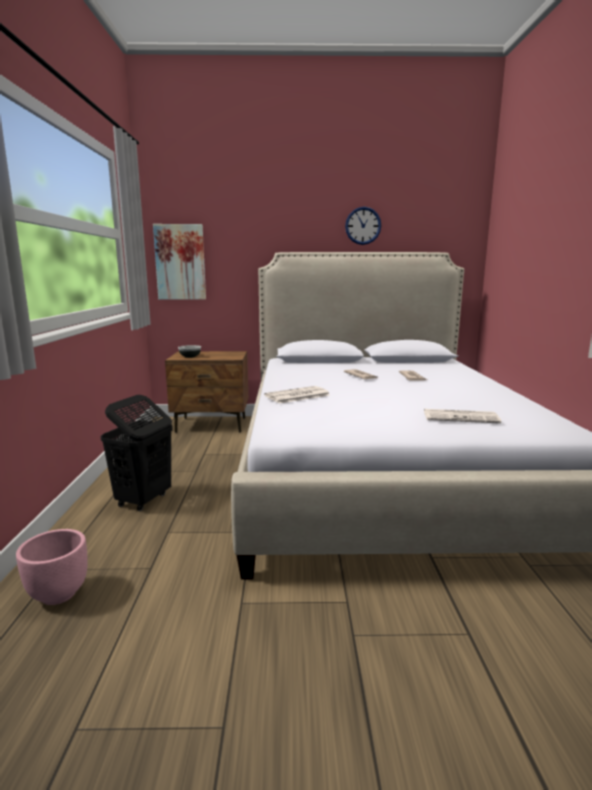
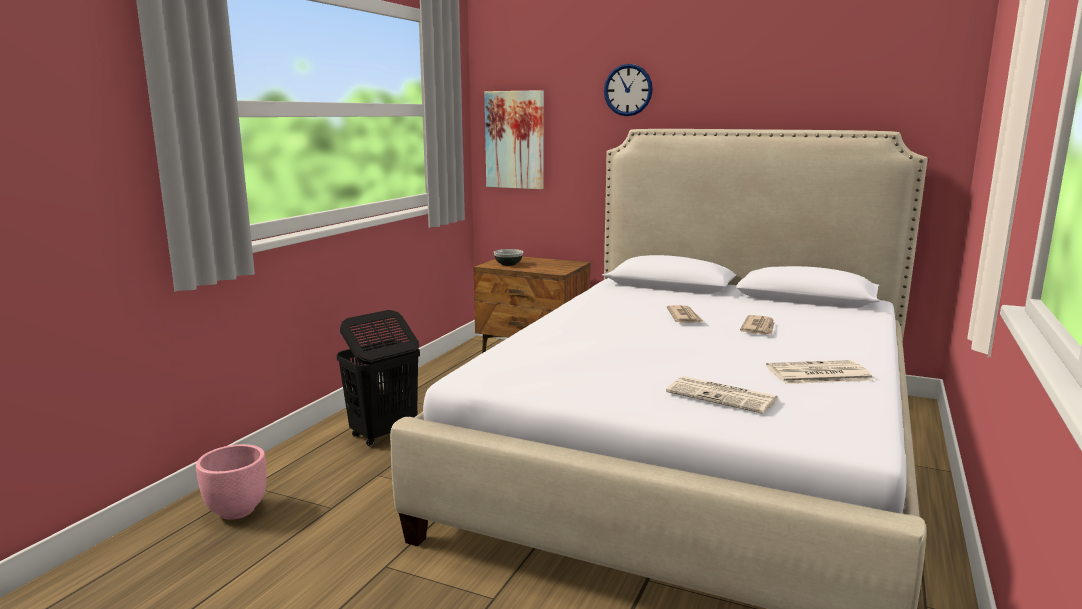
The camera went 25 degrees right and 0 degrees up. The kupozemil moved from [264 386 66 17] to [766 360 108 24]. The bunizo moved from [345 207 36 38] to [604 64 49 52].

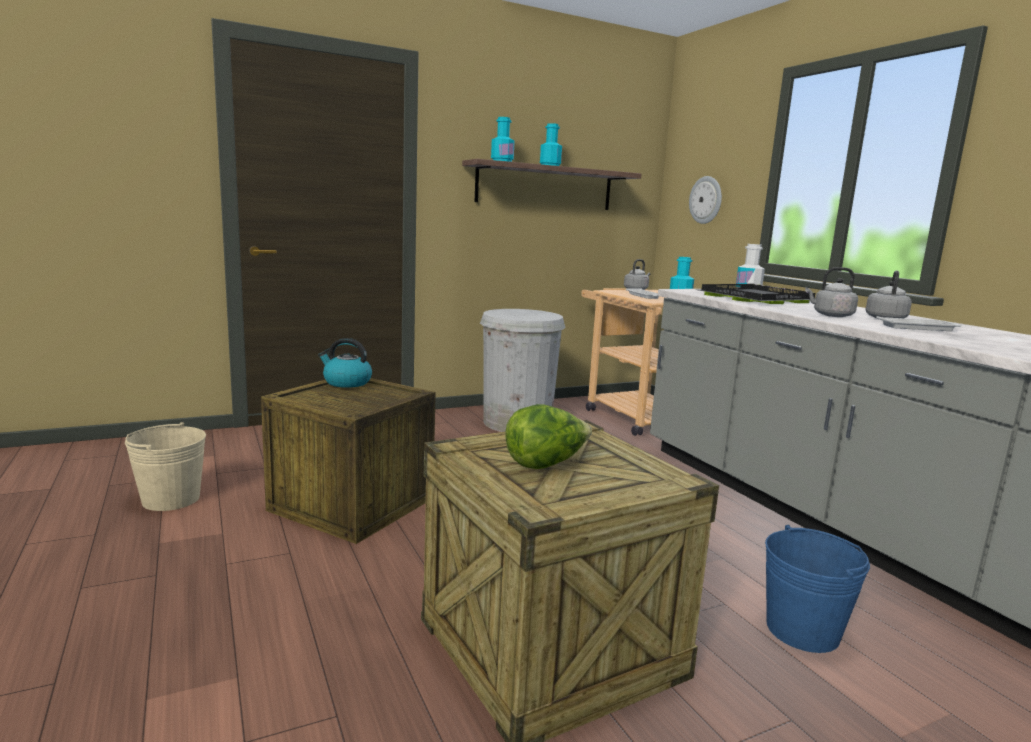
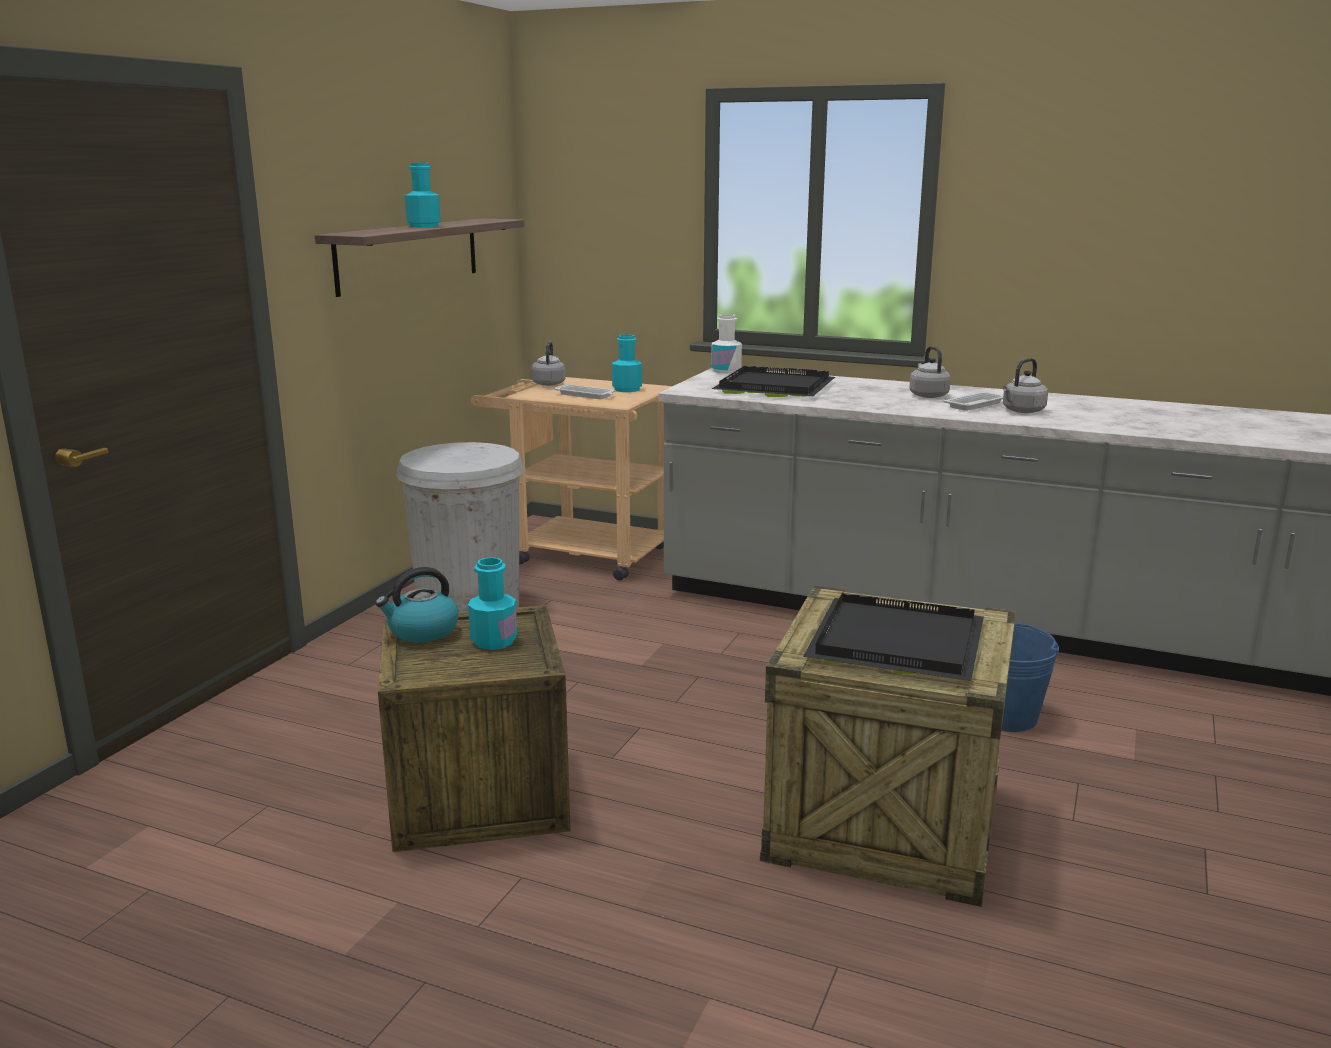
The camera went 40 degrees left and 5 degrees up. The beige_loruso at [125 422 81 89] disappeared. The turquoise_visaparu moved from [491 117 24 45] to [468 557 49 93]. The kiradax at [505 404 87 65] was replaced by the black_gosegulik at [803 593 181 88]. The bunizo at [689 176 33 48] disappeared. The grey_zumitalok moved from [805 267 53 50] to [1002 358 46 55].

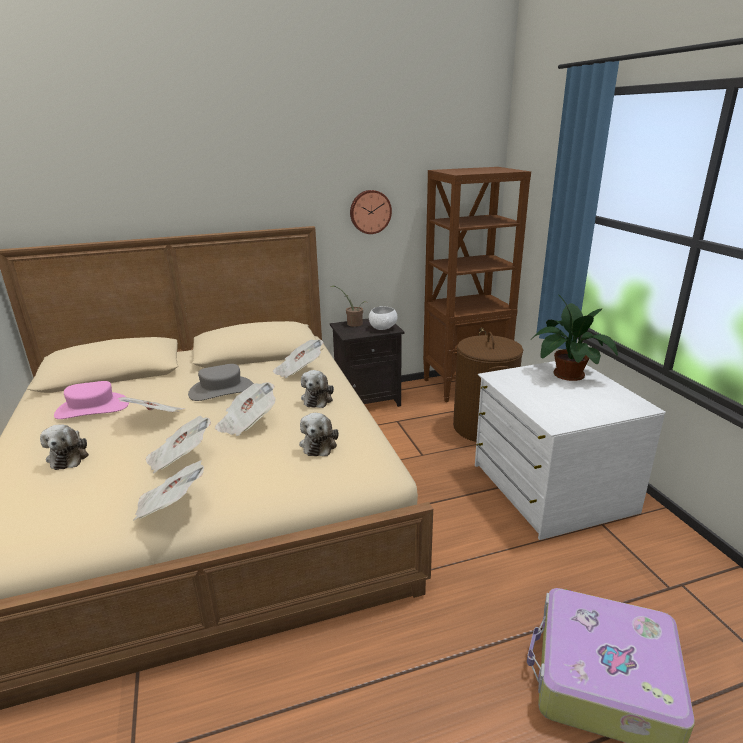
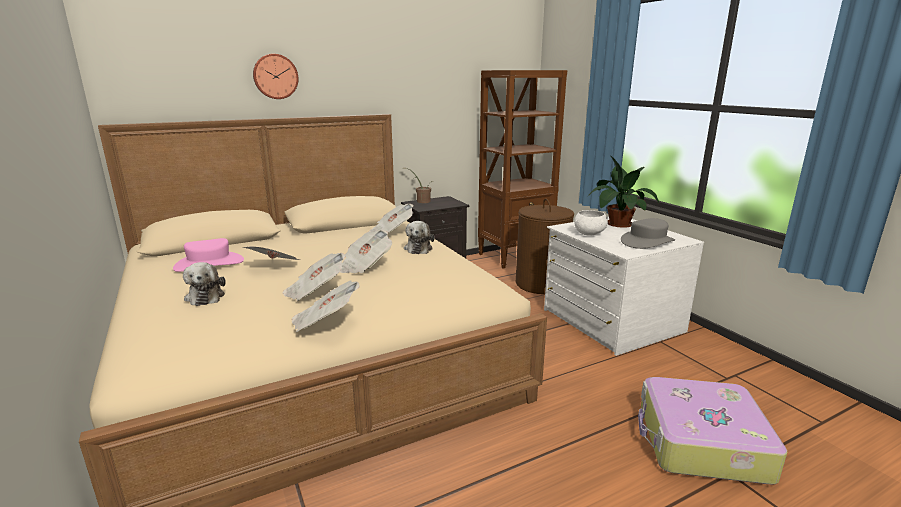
The camera went 10 degrees left and 5 degrees down. The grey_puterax moved from [188 364 66 37] to [621 218 55 31]. The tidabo at [299 413 40 43] disappeared. The bunizo moved from [350 190 42 44] to [253 54 46 45]. The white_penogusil moved from [369 306 29 24] to [574 210 34 26].

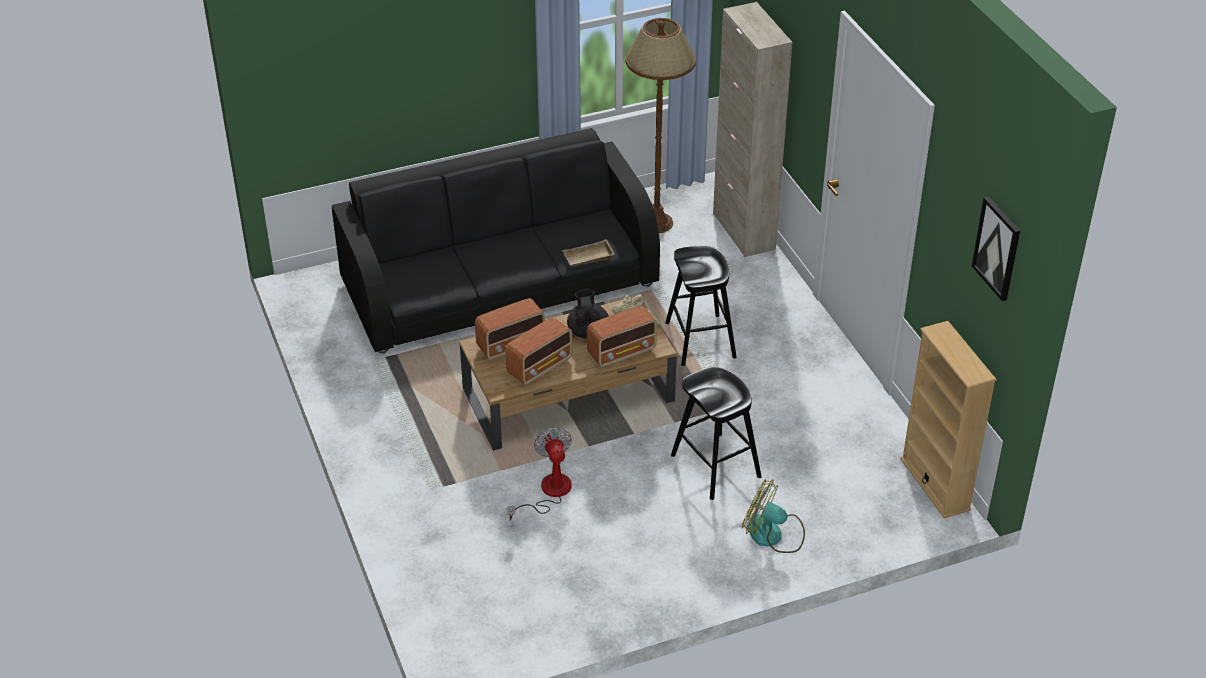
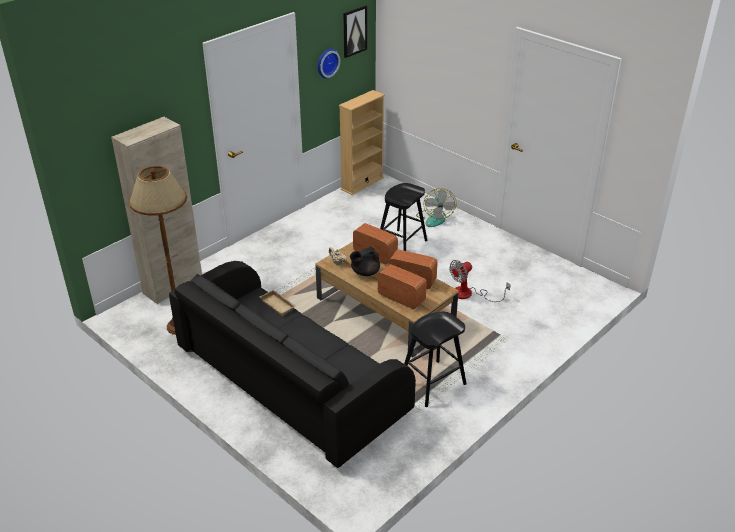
The camera went 115 degrees left and 5 degrees down. The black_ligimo moved from [665 245 72 121] to [404 312 62 95]. The bunizo at [318 49 22 29] appeared.

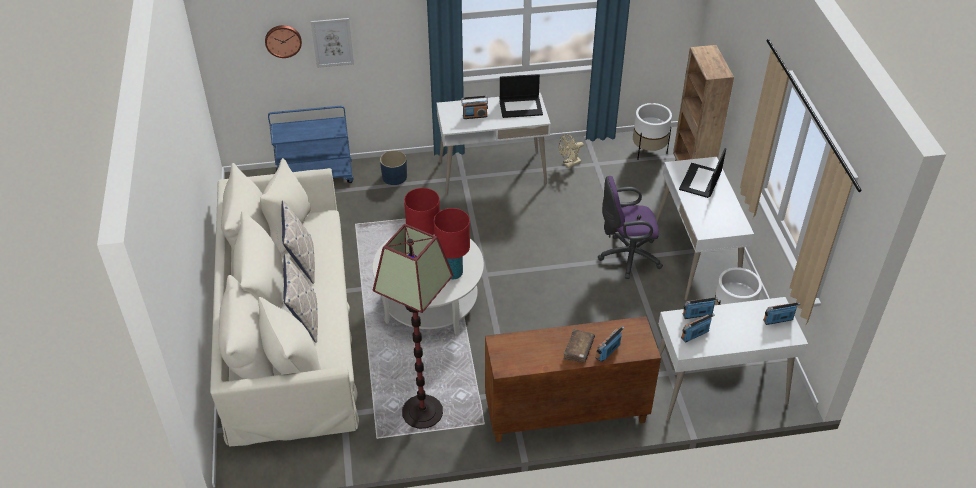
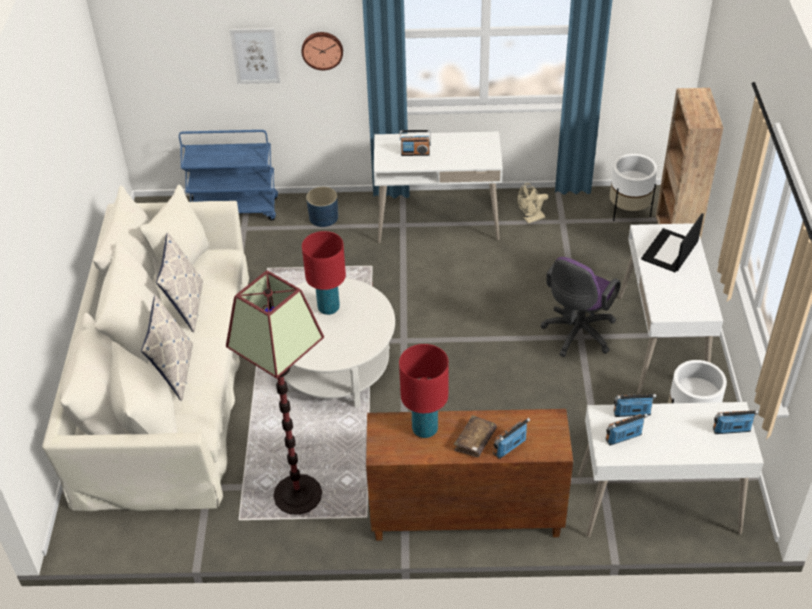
The camera went 10 degrees right and 0 degrees up. The bunizo moved from [265 25 37 33] to [302 32 41 38]. The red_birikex moved from [434 208 36 71] to [399 344 50 94]. The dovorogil at [499 74 44 44] disappeared. The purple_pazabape at [598 176 65 103] turned 60 degrees counterclockwise.

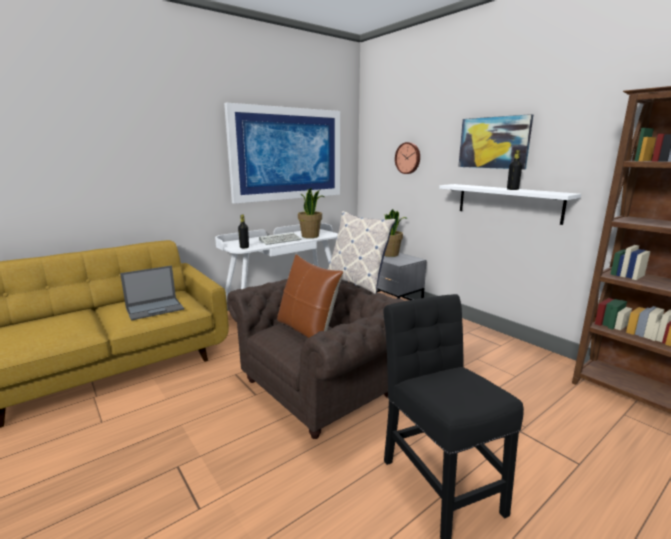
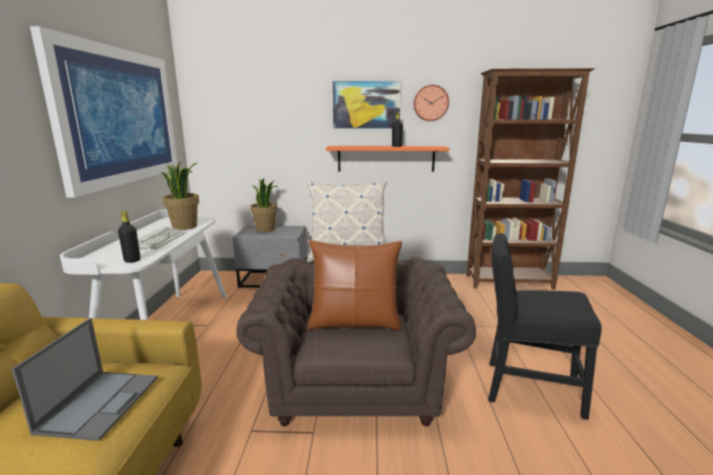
The camera went 50 degrees left and 0 degrees up. The bunizo moved from [395 142 25 32] to [414 85 35 36]. The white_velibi at [439 184 142 41] became the orange_velibi at [326 146 123 26].

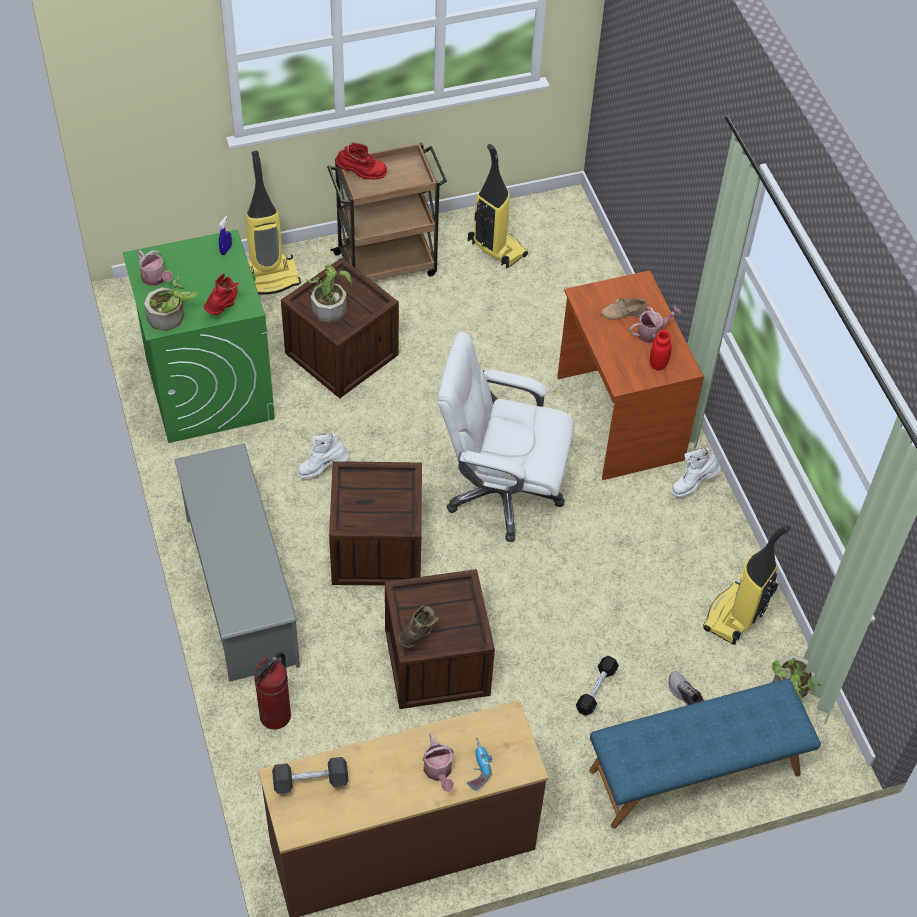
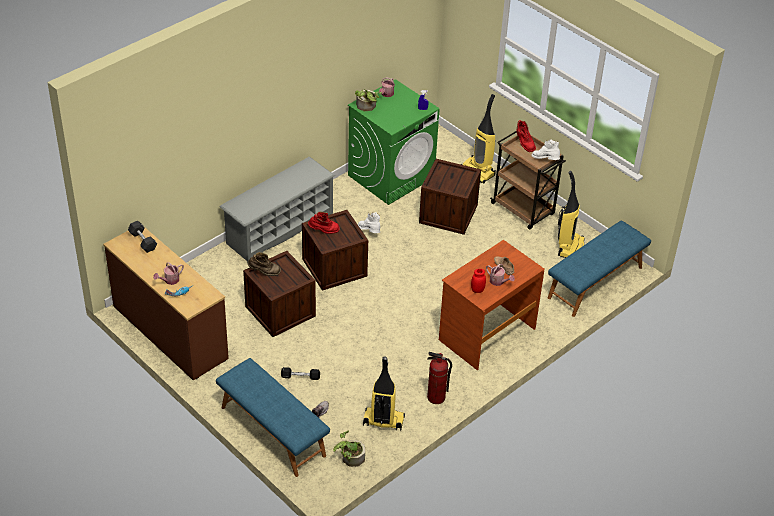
The camera went 65 degrees right and 10 degrees down. The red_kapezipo moved from [204 273 36 42] to [308 211 32 23]. The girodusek moved from [254 652 37 78] to [427 352 25 52]. The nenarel at [306 265 46 58] disappeared. The white_pazabape at [438 332 137 210] disappeared. The white_kapezipo moved from [671 447 50 51] to [531 140 29 20]. The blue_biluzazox at [548 221 103 96] appeared.

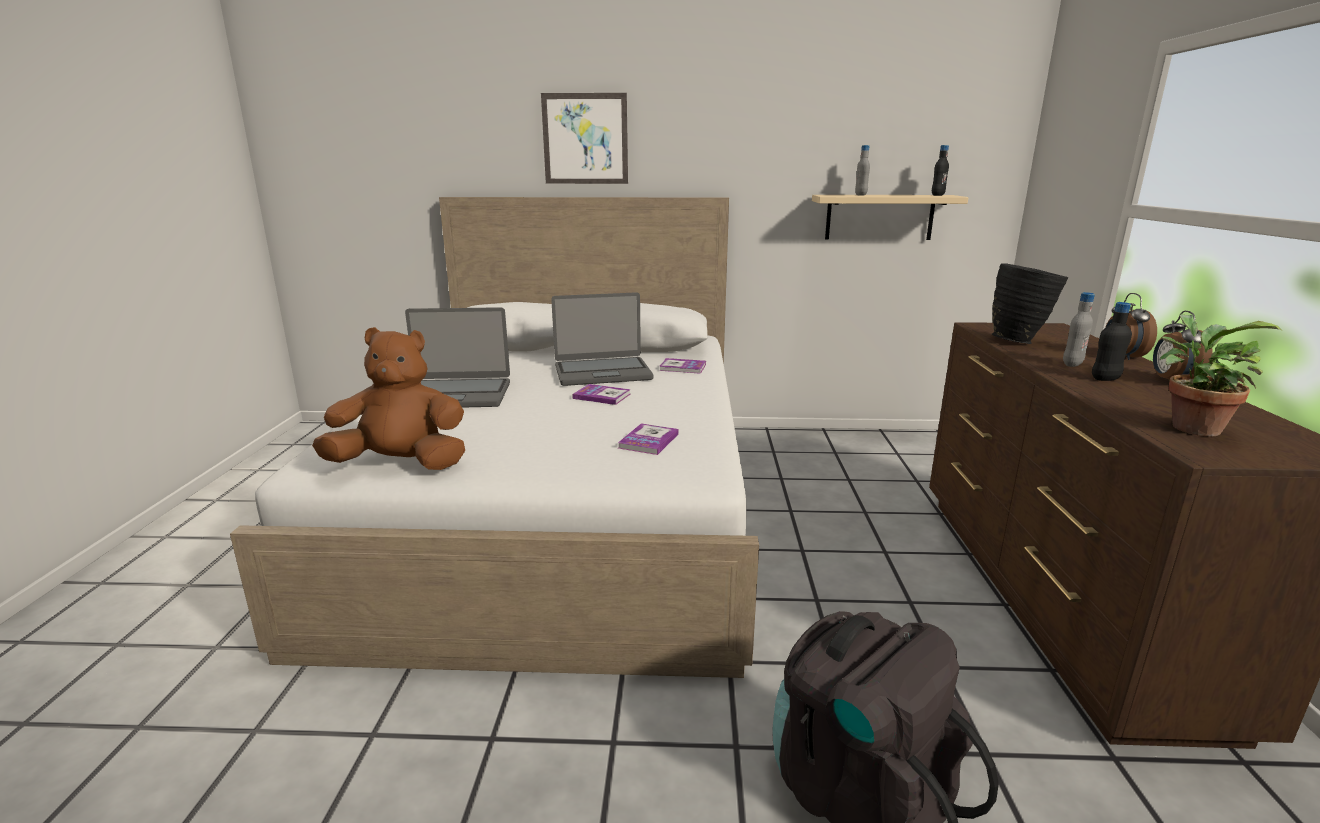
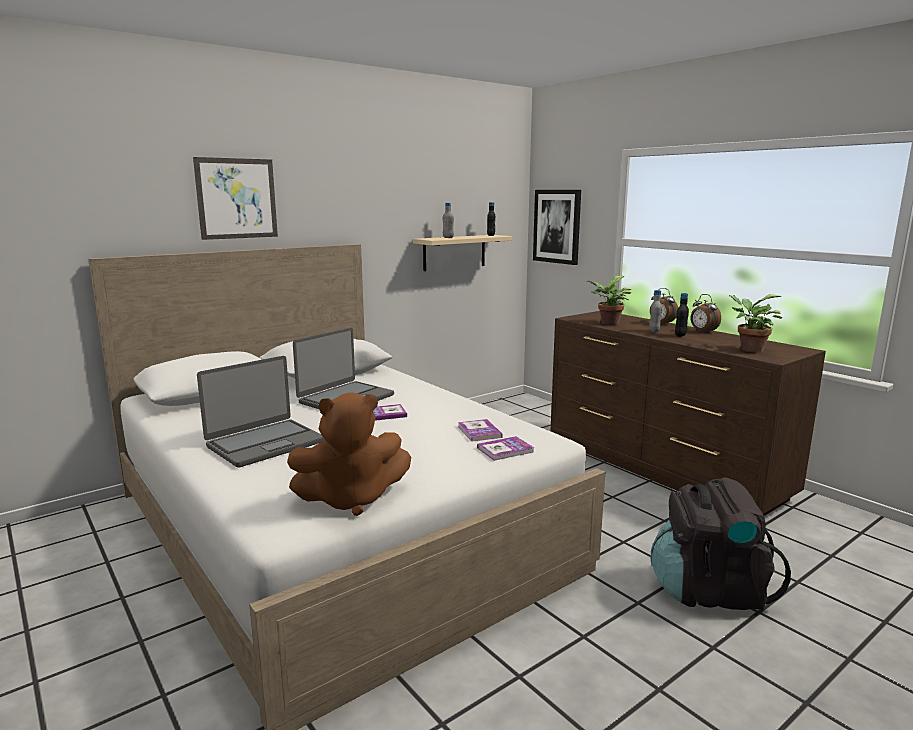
The camera went 40 degrees left and 5 degrees down. The brown_tidabo at [312 327 153 143] turned 150 degrees counterclockwise. The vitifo moved from [659 358 47 16] to [477 436 57 25]. The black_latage at [992 263 76 81] was replaced by the nenarel at [586 276 45 49]. The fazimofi at [533 190 48 75] appeared.

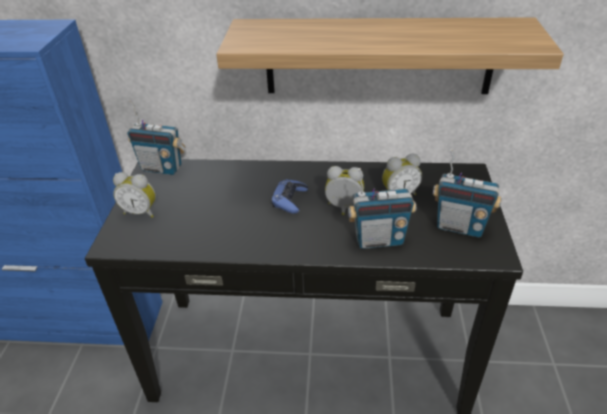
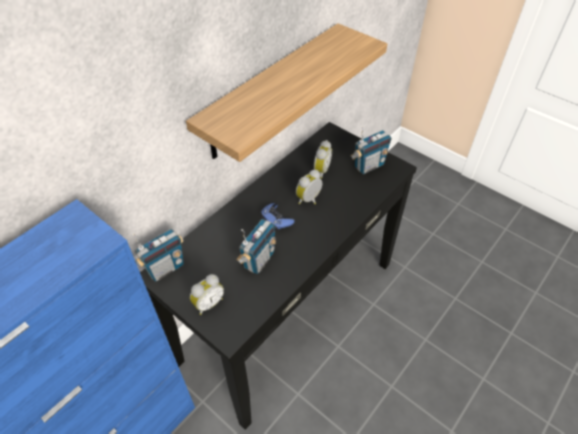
The camera went 55 degrees left and 10 degrees up. The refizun moved from [348 168 68 81] to [237 219 39 55].

